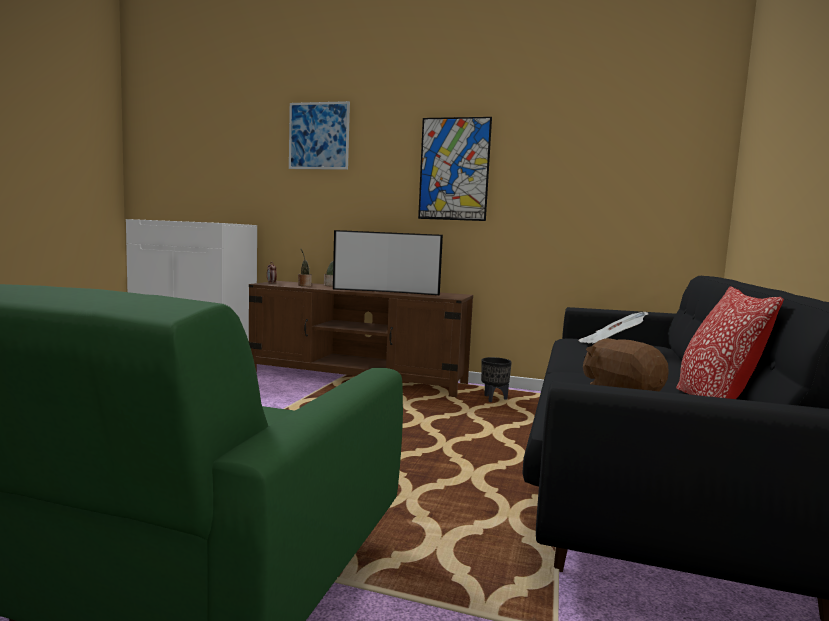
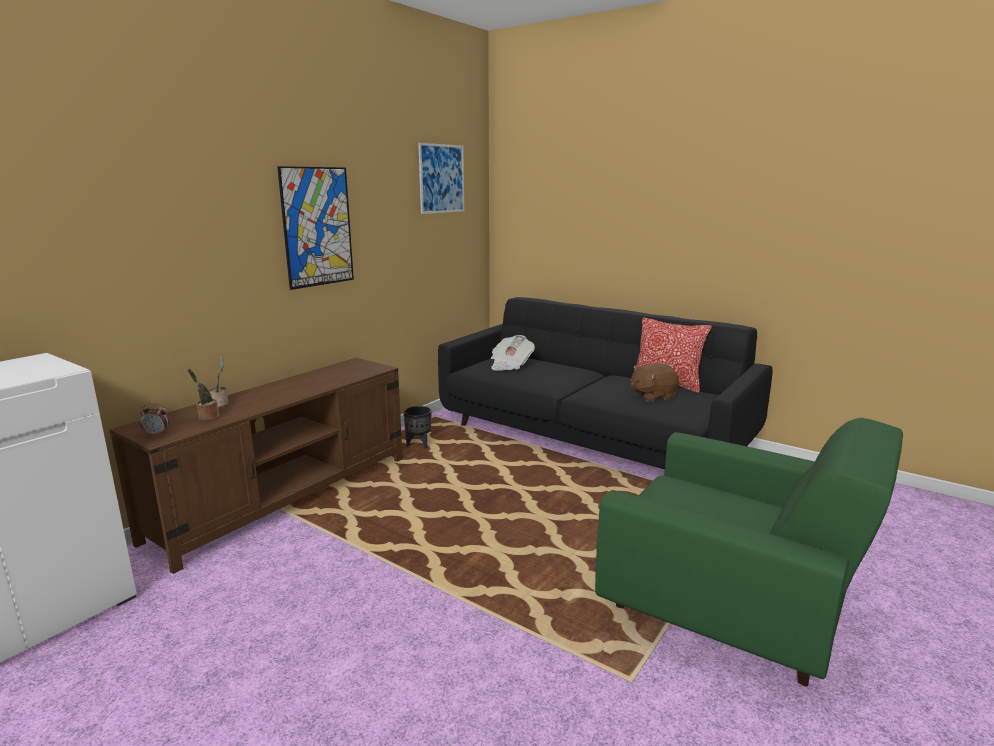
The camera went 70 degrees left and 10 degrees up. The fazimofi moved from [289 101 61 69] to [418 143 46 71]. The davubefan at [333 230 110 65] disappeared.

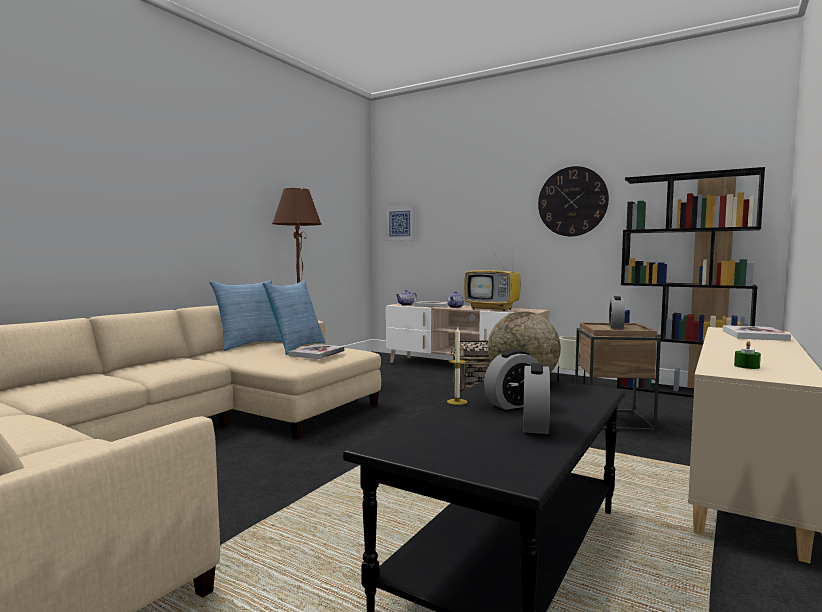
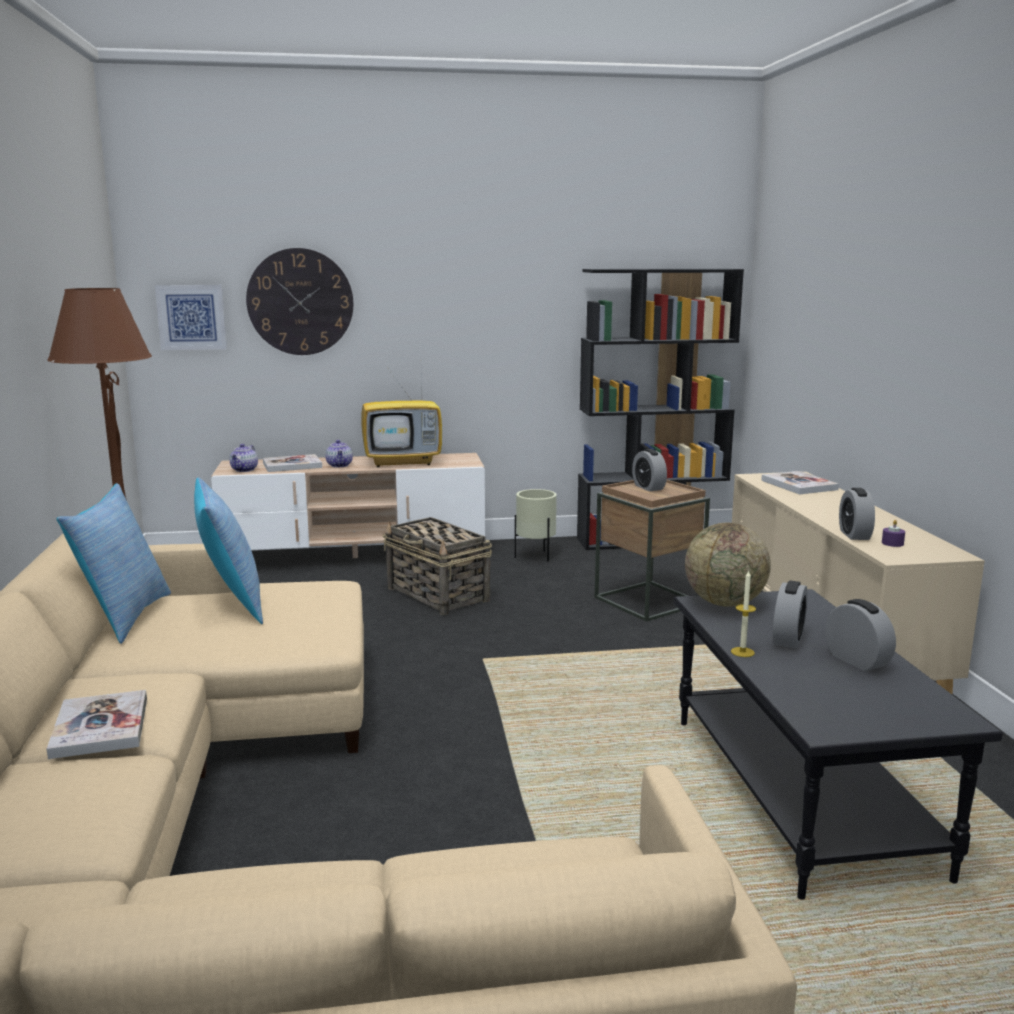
The camera went 40 degrees left and 10 degrees up. The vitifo moved from [288 344 56 15] to [47 690 100 69]. The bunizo moved from [538 166 71 70] to [246 248 107 107]. The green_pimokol at [734 341 27 28] became the purple_pimokol at [882 520 23 27]. The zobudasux at [839 488 36 52] appeared.

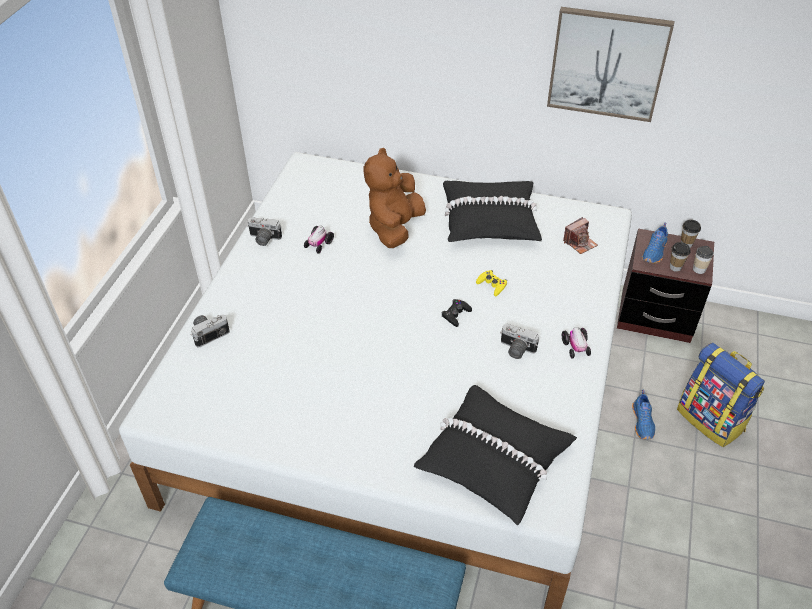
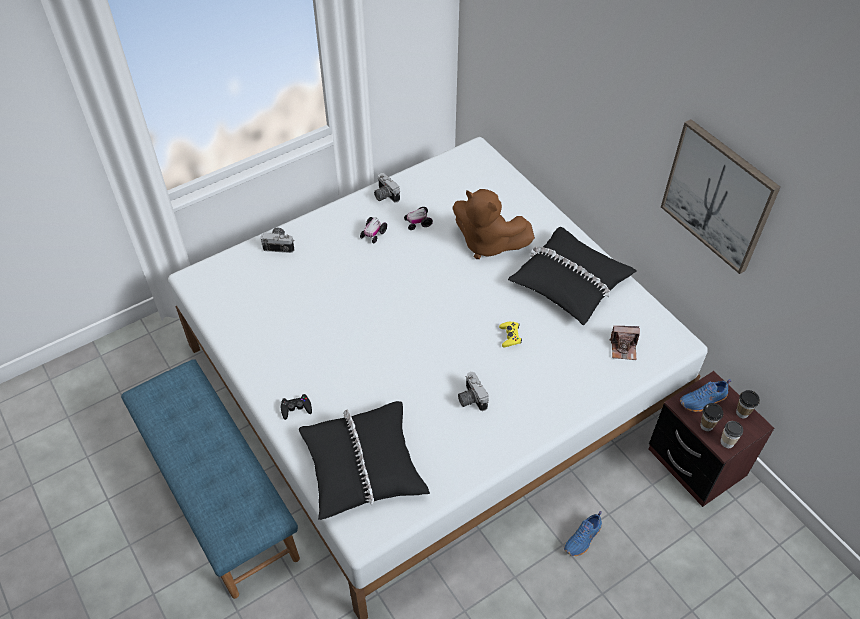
The camera went 40 degrees right and 5 degrees up. The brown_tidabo at [364 148 62 100] turned 120 degrees counterclockwise. The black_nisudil moved from [442 299 30 28] to [281 394 31 26]. The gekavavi moved from [562 327 29 32] to [360 217 27 27]. The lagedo at [677 343 88 104] disappeared.

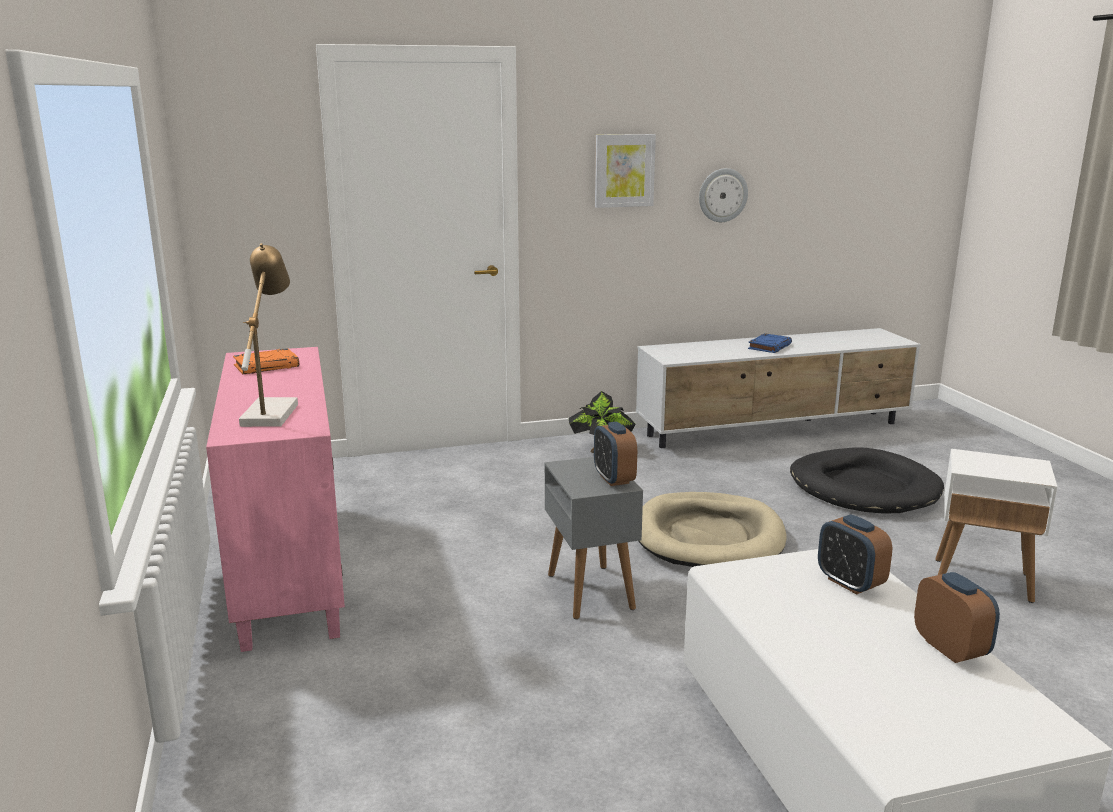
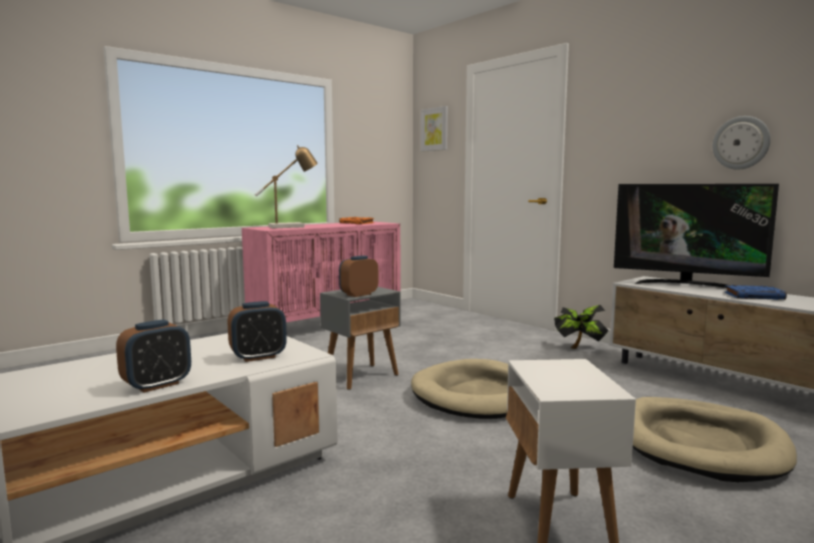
The camera went 65 degrees right and 10 degrees down. The fazimofi moved from [595 134 61 74] to [421 106 27 46]. The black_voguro at [790 448 154 66] became the beige_voguro at [633 397 164 85]. The zobudasux at [818 514 74 80] turned 150 degrees counterclockwise. The davubefan at [614 184 165 104] appeared.

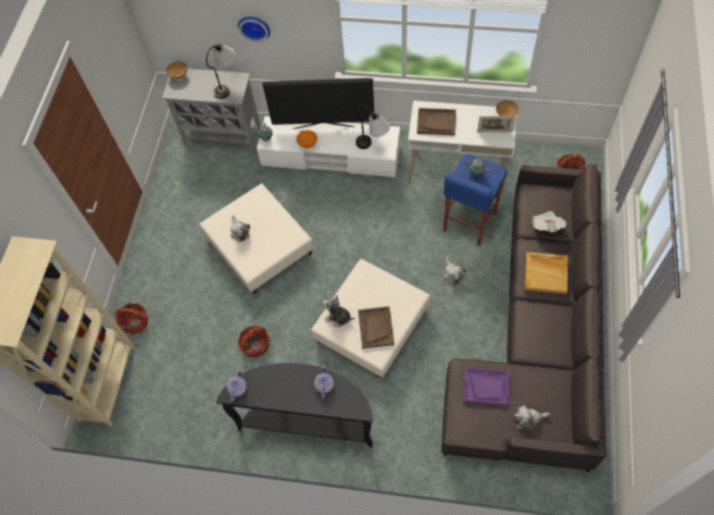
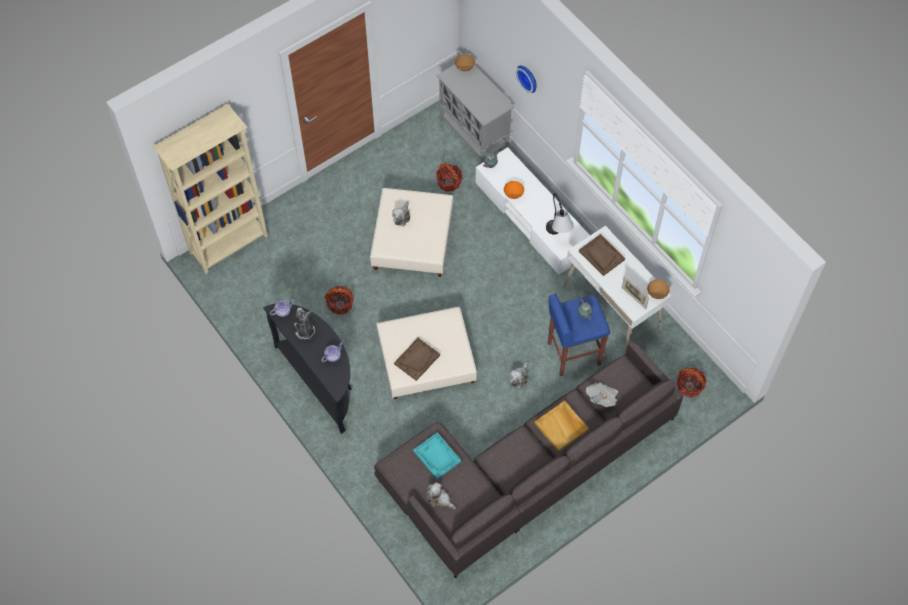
The camera went 40 degrees right and 0 degrees up. The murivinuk moved from [115 303 33 31] to [436 163 27 28]. The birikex at [206 43 30 56] disappeared. The davubefan at [262 78 112 51] disappeared. The tidabo moved from [323 295 31 32] to [294 308 21 32]. The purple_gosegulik at [464 368 45 38] became the turquoise_gosegulik at [413 432 48 47].

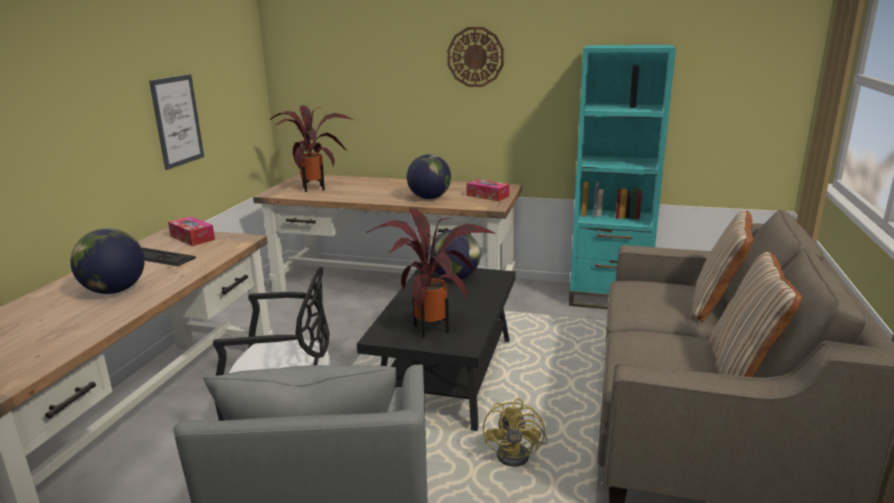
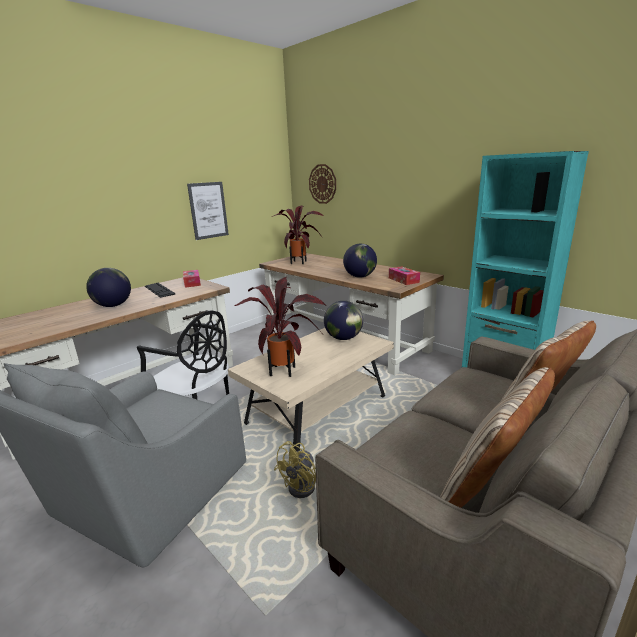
The camera went 30 degrees right and 0 degrees up. The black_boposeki at [357 268 159 163] became the beige_boposeki at [228 328 166 123]. The bunizo moved from [447 27 57 60] to [309 164 27 40].

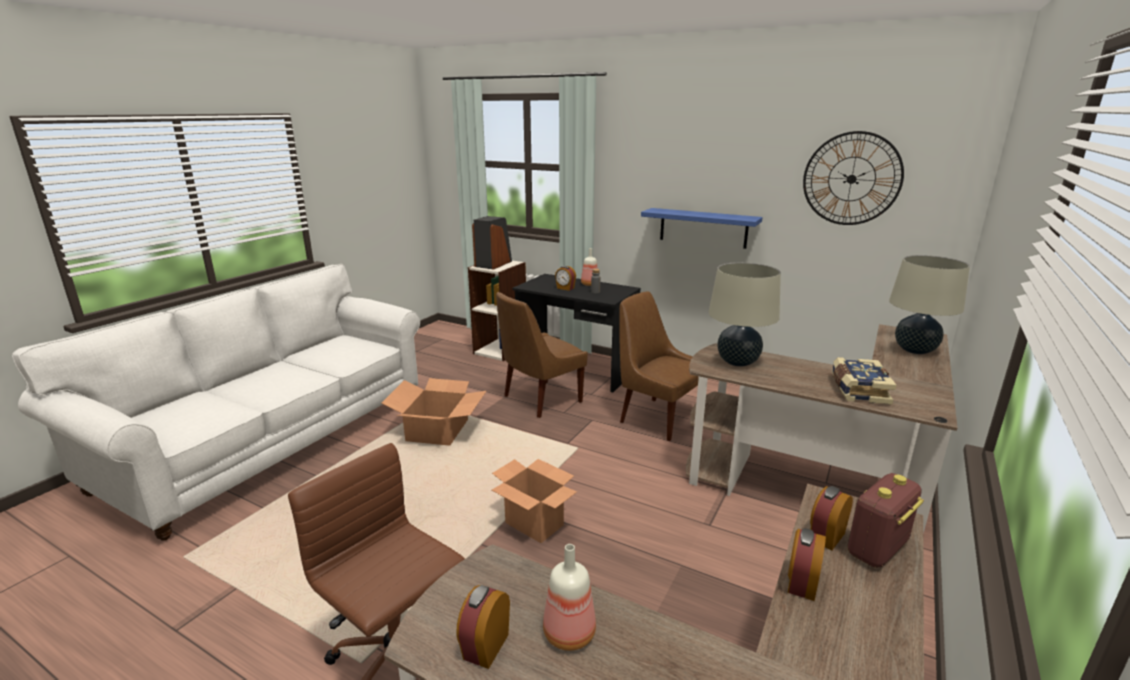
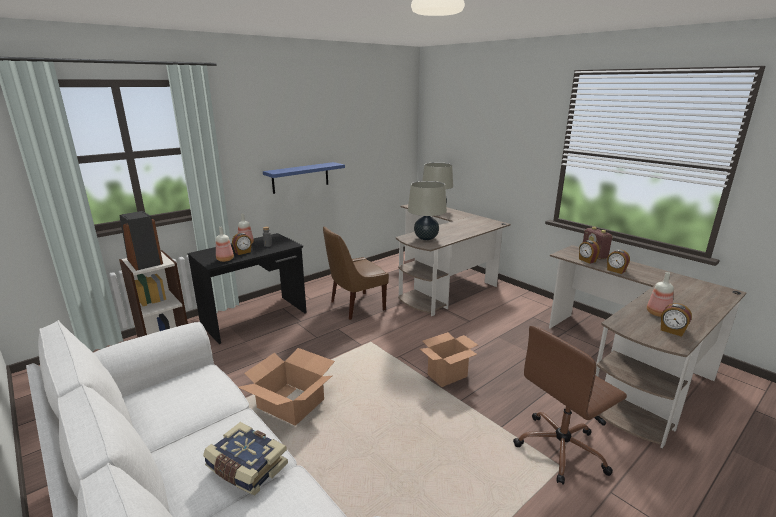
The camera went 70 degrees left and 0 degrees up. The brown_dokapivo at [496 292 92 126] disappeared. The bunizo at [803 131 101 94] disappeared. The vitifo moved from [832 357 65 48] to [203 422 85 74]. The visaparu at [216 227 18 35] appeared.

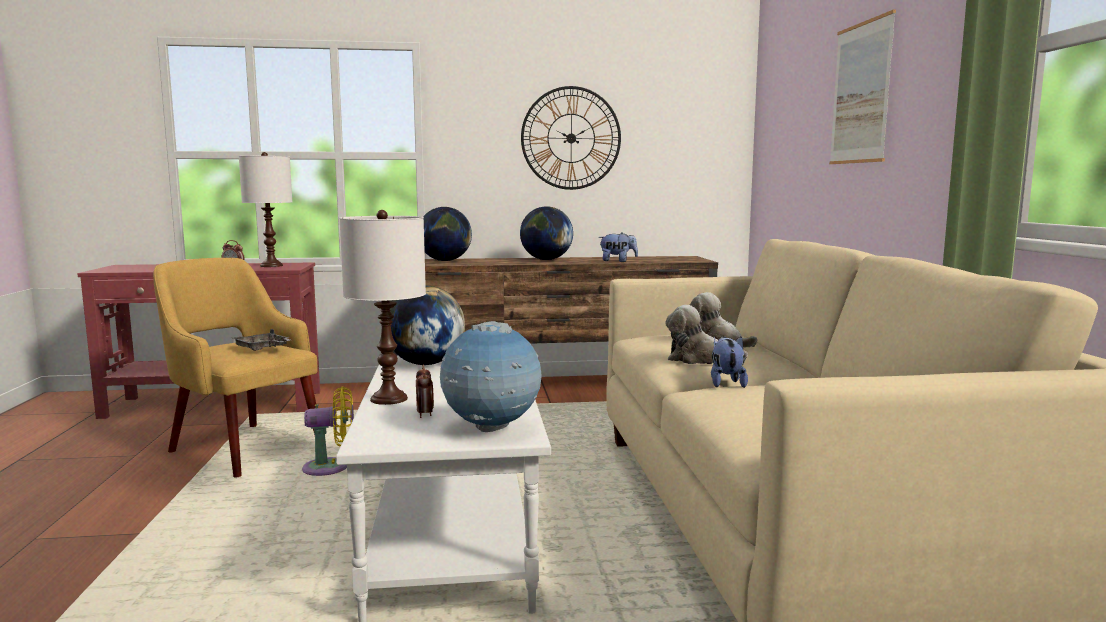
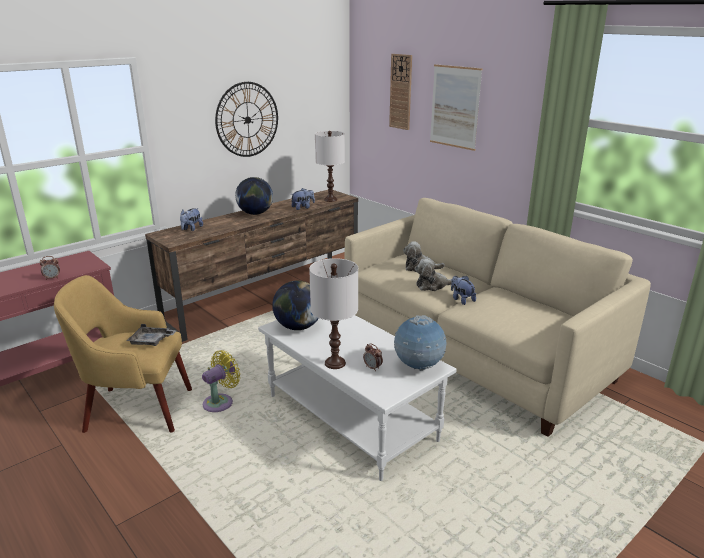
The camera went 35 degrees left and 15 degrees up. The white_birikex moved from [239 152 53 115] to [315 131 30 71]. The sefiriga at [423 207 49 54] was replaced by the tidabo at [180 208 23 23]. The bunizo at [389 54 23 76] appeared.

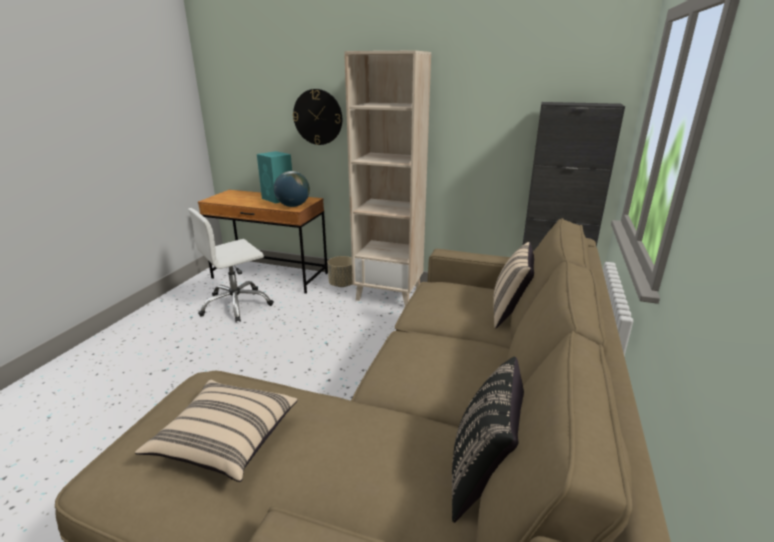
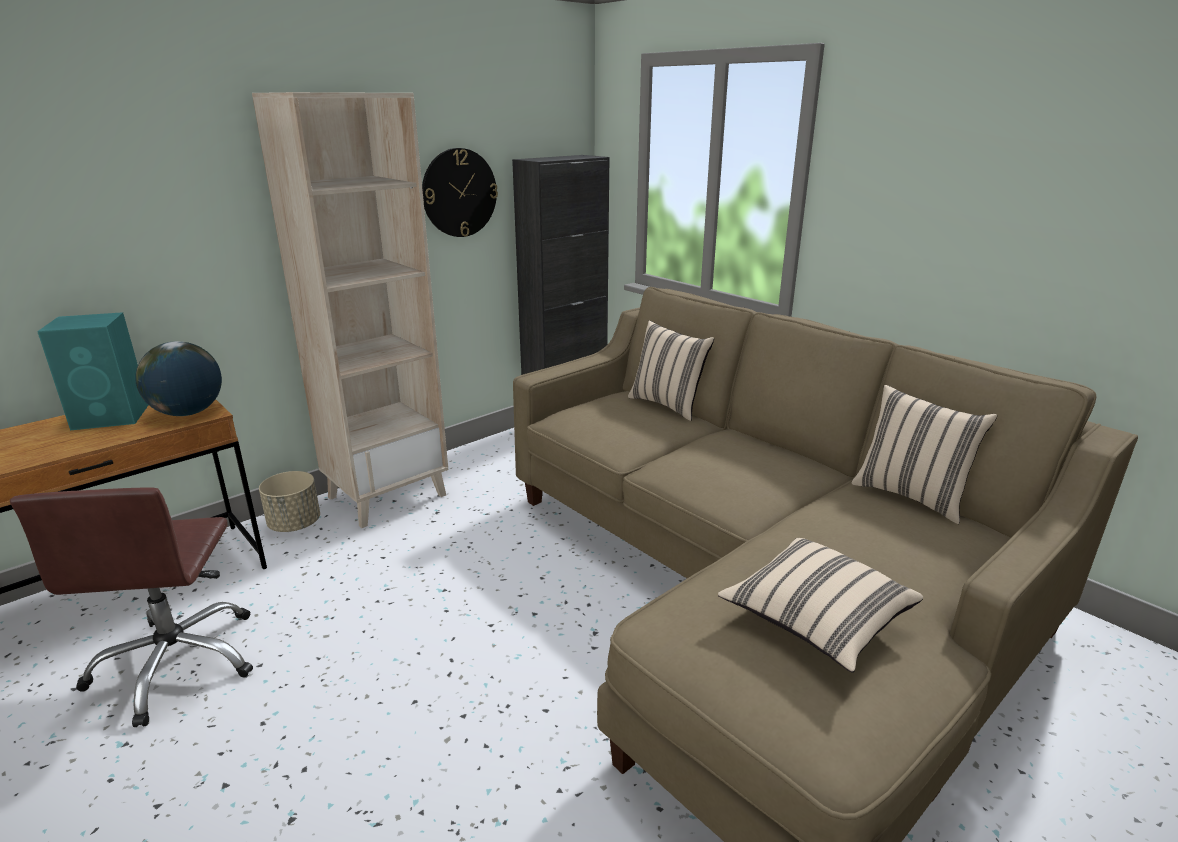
The camera went 60 degrees left and 0 degrees up. The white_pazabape at [188 208 86 115] became the brown_pazabape at [10 488 243 239]. The bunizo moved from [293 89 49 56] to [422 148 76 89]. The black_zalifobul at [452 357 72 166] became the beige_zalifobul at [851 385 146 139].

